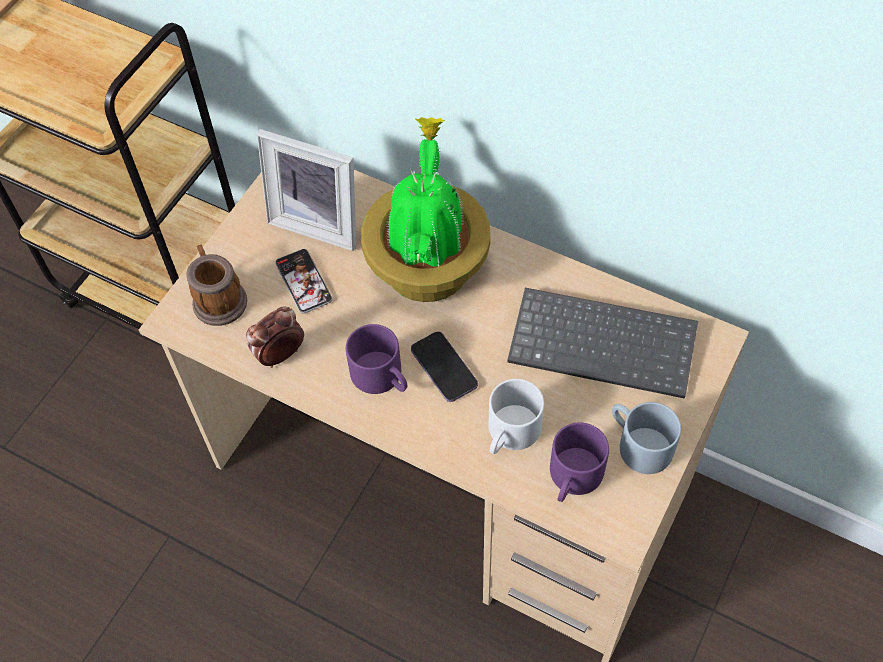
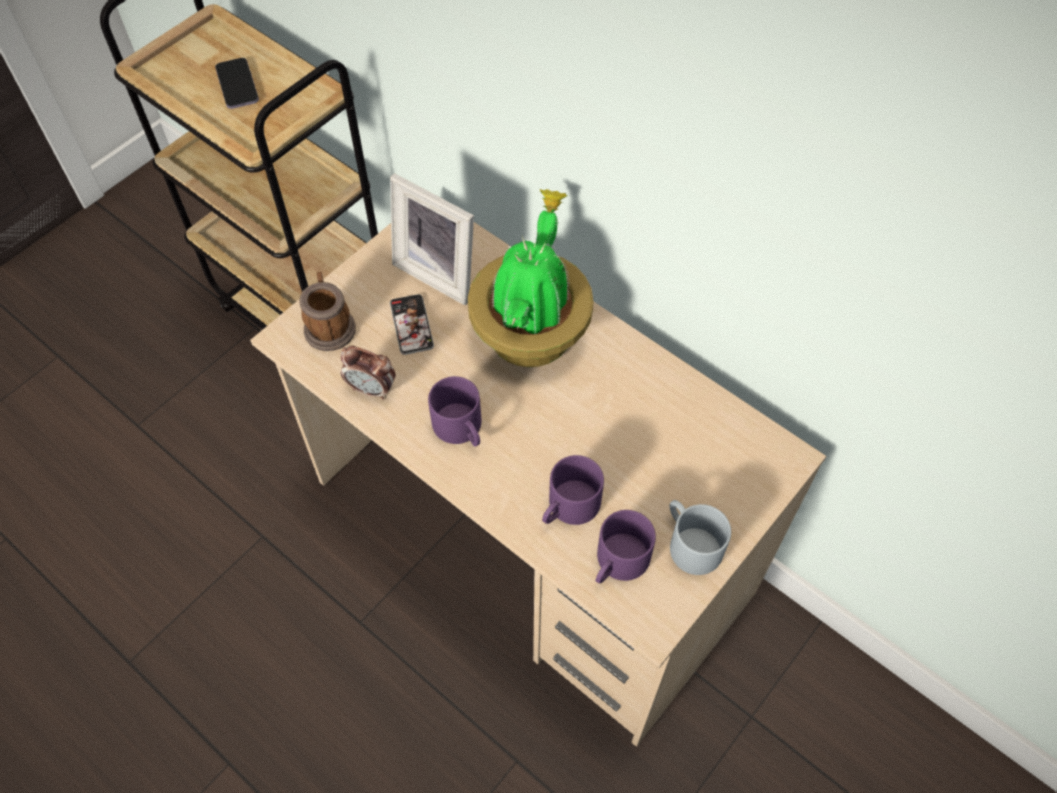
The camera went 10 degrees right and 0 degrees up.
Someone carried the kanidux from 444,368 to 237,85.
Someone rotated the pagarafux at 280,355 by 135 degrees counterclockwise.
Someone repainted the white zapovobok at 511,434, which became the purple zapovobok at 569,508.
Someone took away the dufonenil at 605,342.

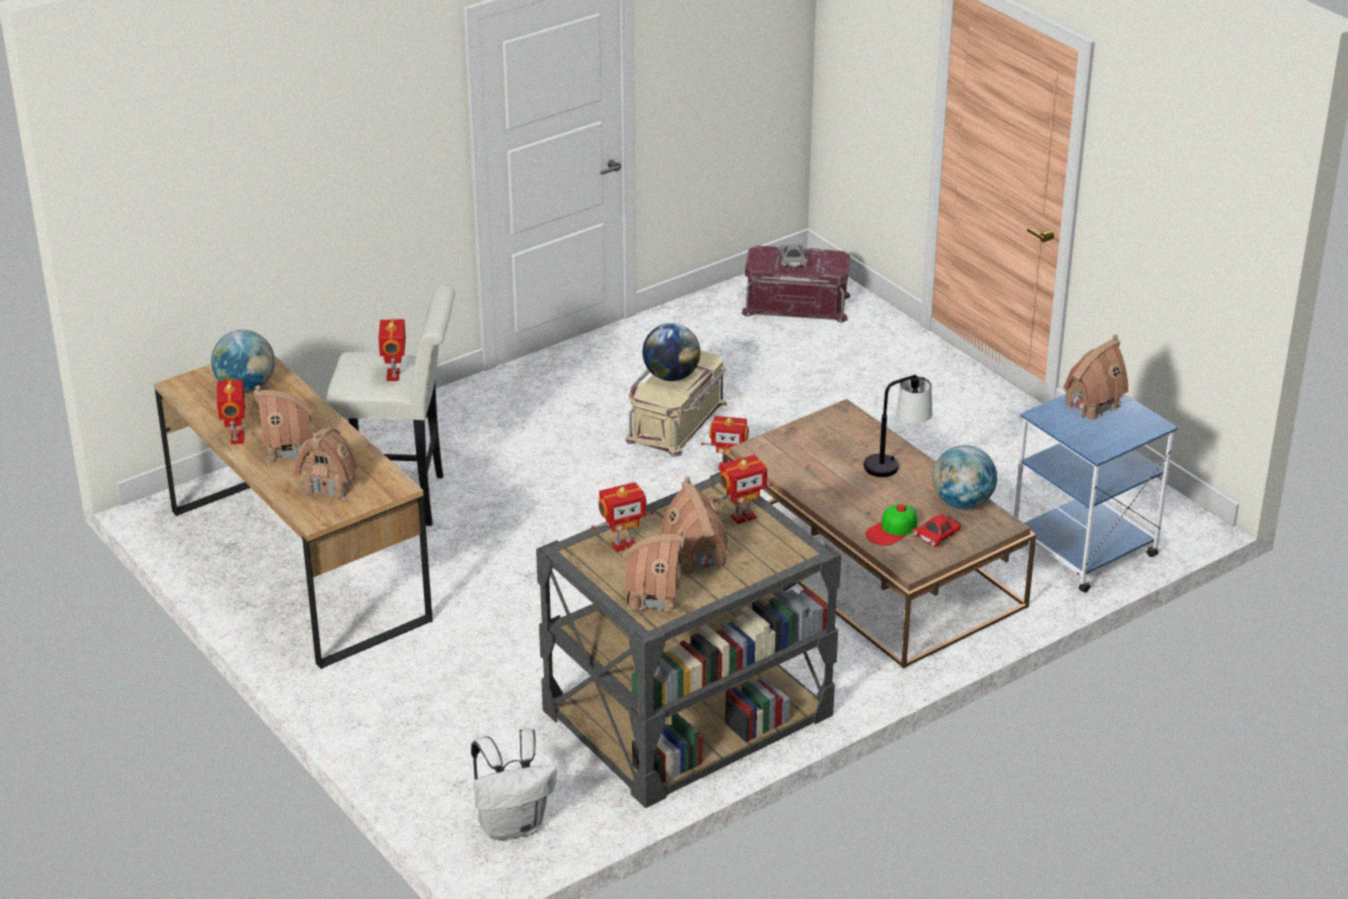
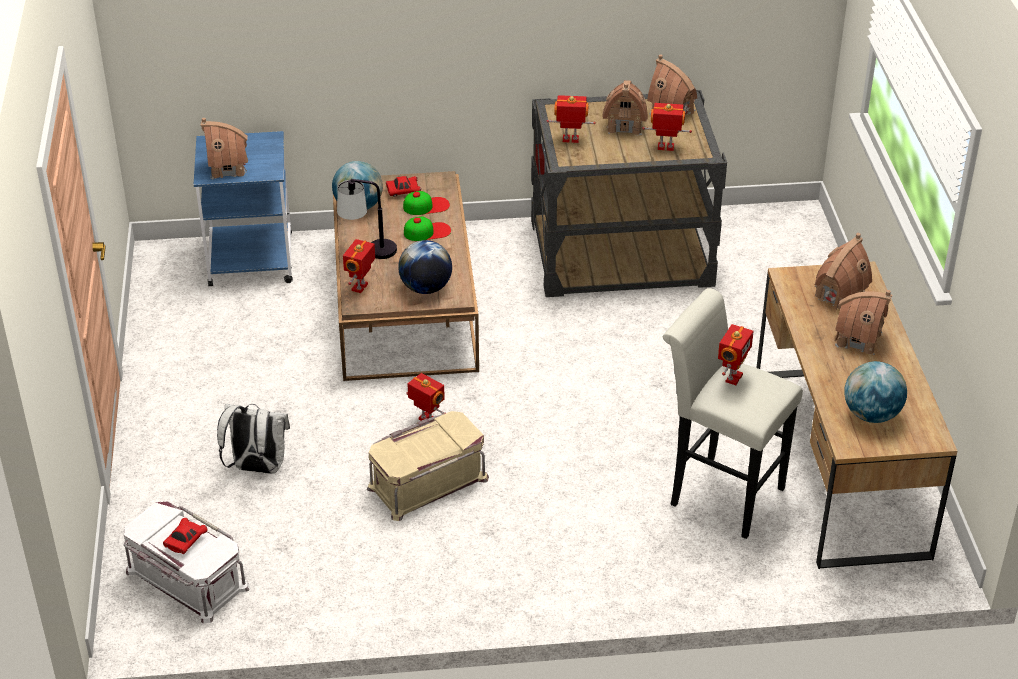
The camera went 150 degrees left and 5 degrees up.
Someone repainted the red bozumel at 796,303, which became the white bozumel at 186,580.
Someone repainted the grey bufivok at 792,261, which became the red bufivok at 185,541.
Someone carried the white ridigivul from 513,825 to 257,468.
Someone carried the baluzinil from 235,438 to 361,287.
Someone carried the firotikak from 671,376 to 426,288.
Someone put down the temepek at 427,231.

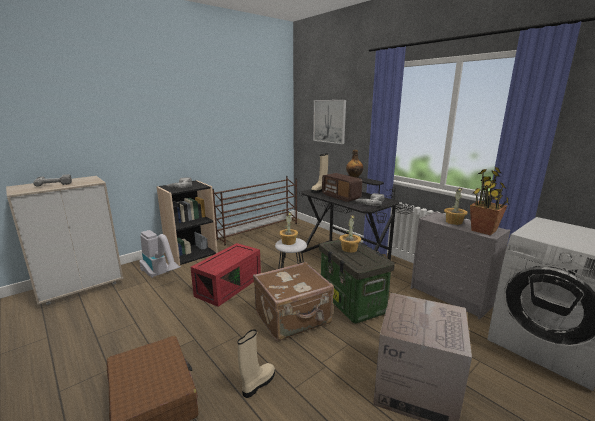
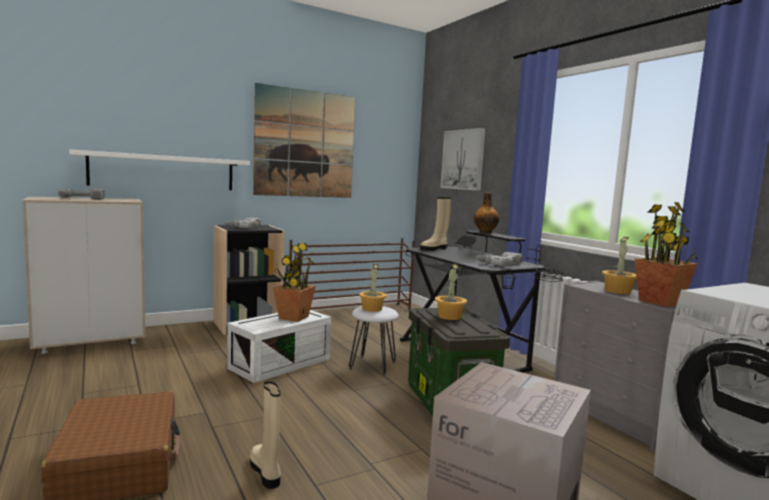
The camera went 10 degrees right and 10 degrees down.
Someone put up the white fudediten at 163,172.
Someone repainted the red bozumel at 229,285, which became the white bozumel at 280,363.
Someone rotated the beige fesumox at 258,383 by 75 degrees counterclockwise.
Someone put up the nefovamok at 305,144.
Someone put down the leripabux at 293,318.
Someone took away the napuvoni at 160,275.
Someone took away the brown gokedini at 293,318.
Someone took away the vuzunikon at 341,197.

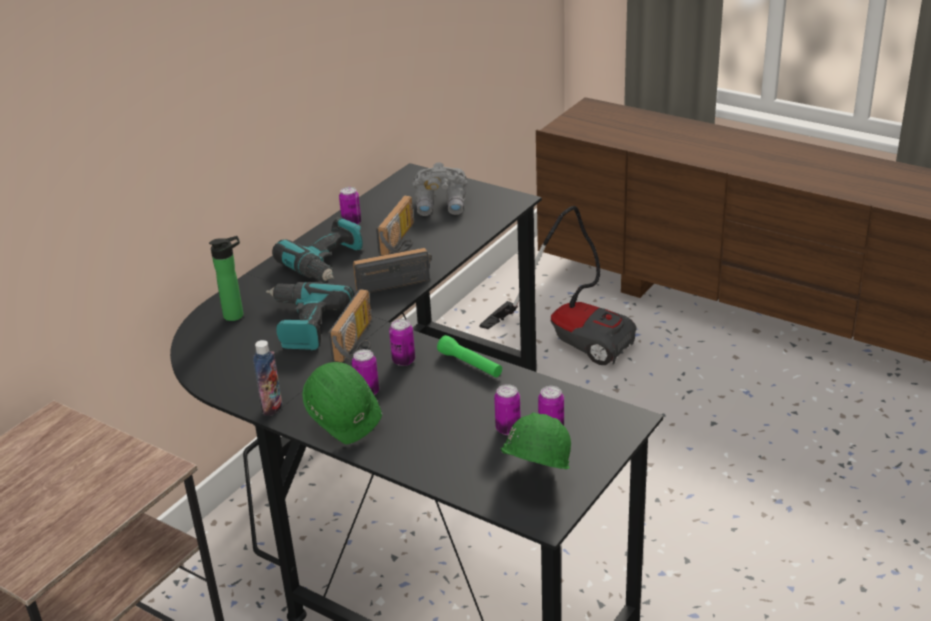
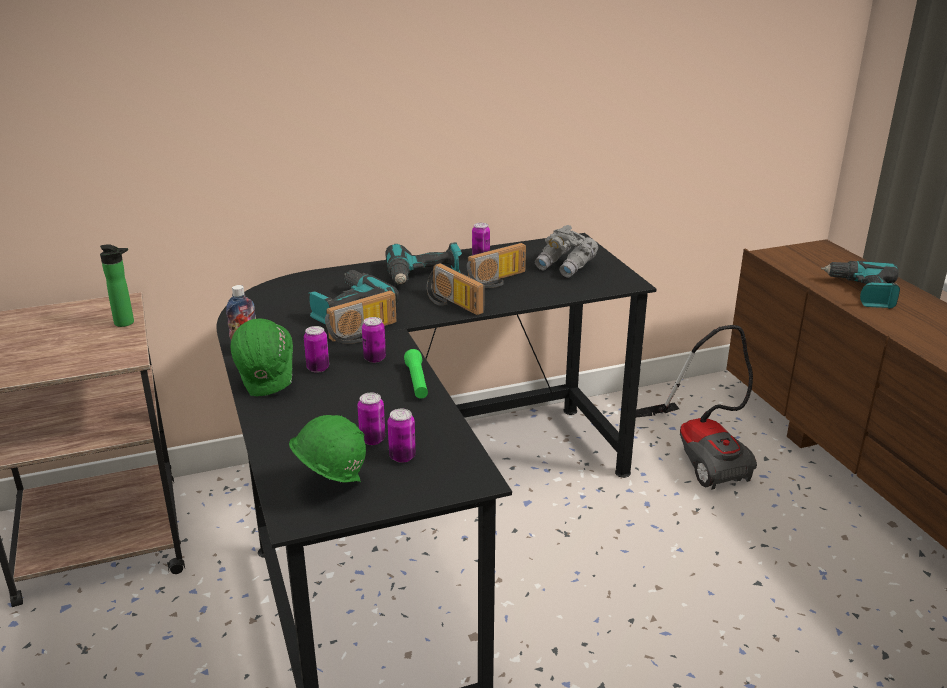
The camera went 35 degrees right and 5 degrees down.
Someone carried the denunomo from 237,315 to 127,323.
Someone rotated the vuzunikon at 394,281 by 150 degrees counterclockwise.
Someone put down the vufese at 862,292.

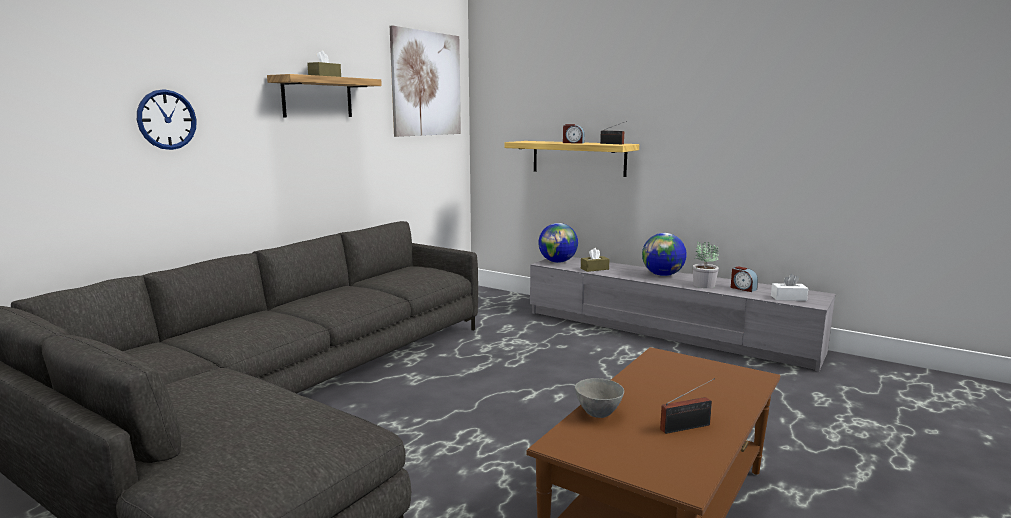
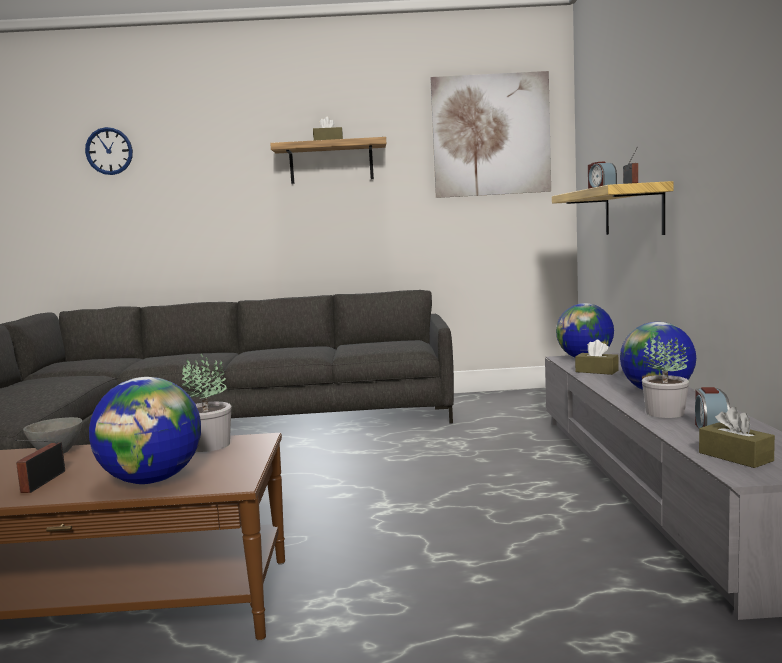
The camera went 55 degrees right and 5 degrees down.
Someone rotated the vuzunikon at 688,427 by 60 degrees clockwise.
Someone carried the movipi from 167,119 to 109,151.
Someone put down the firotikak at 152,480.
Someone put down the leripabux at 208,445.
Someone repainted the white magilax at 788,298, which became the brown magilax at 735,457.

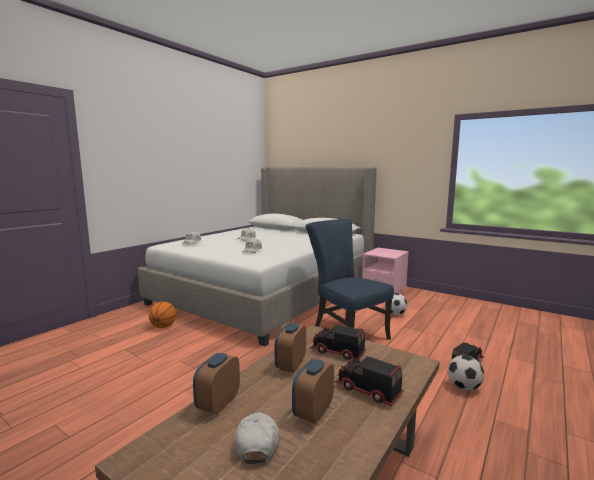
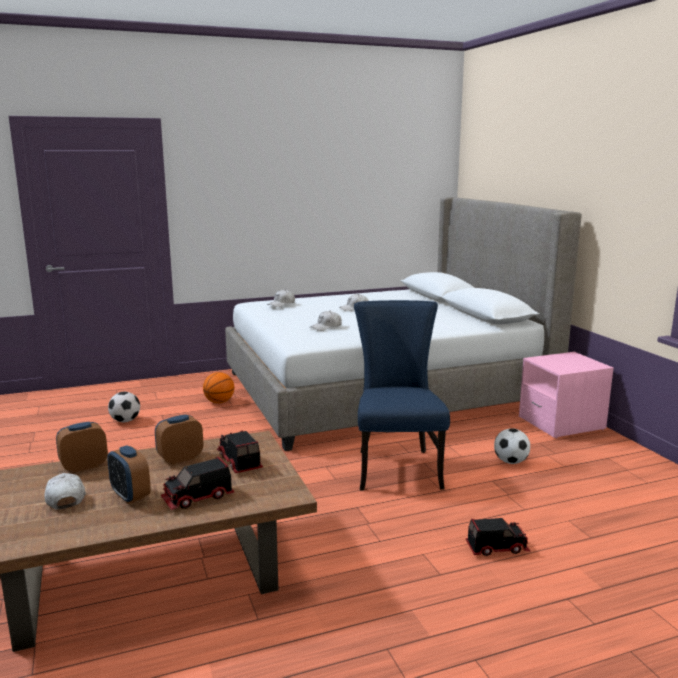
The camera went 35 degrees right and 5 degrees up.
Someone rotated the white temepek at 257,442 by 60 degrees counterclockwise.
Someone rotated the pagarafux at 313,412 by 105 degrees counterclockwise.
Someone carried the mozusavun from 464,387 to 125,421.
Someone rotated the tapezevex at 368,390 by 105 degrees counterclockwise.

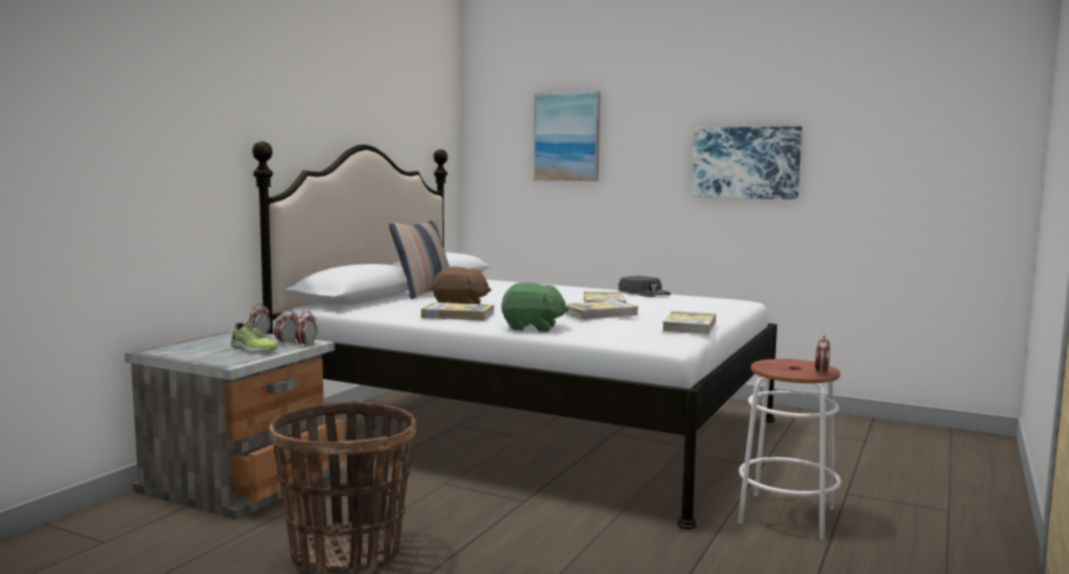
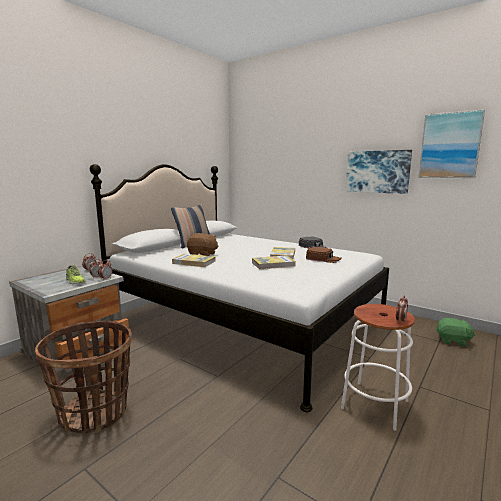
The camera went 10 degrees right and 5 degrees up.
Someone put down the brown temepek at 323,258.
Someone carried the nefovamok from 567,137 to 450,145.
Someone carried the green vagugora from 532,328 to 453,341.
Someone took away the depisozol at 689,326.

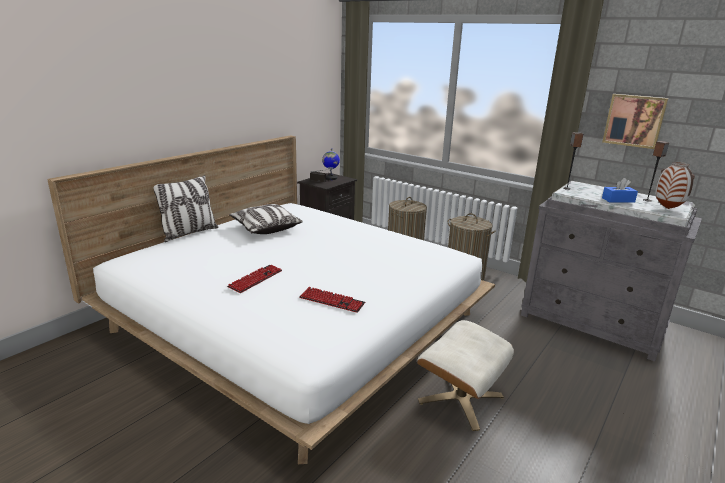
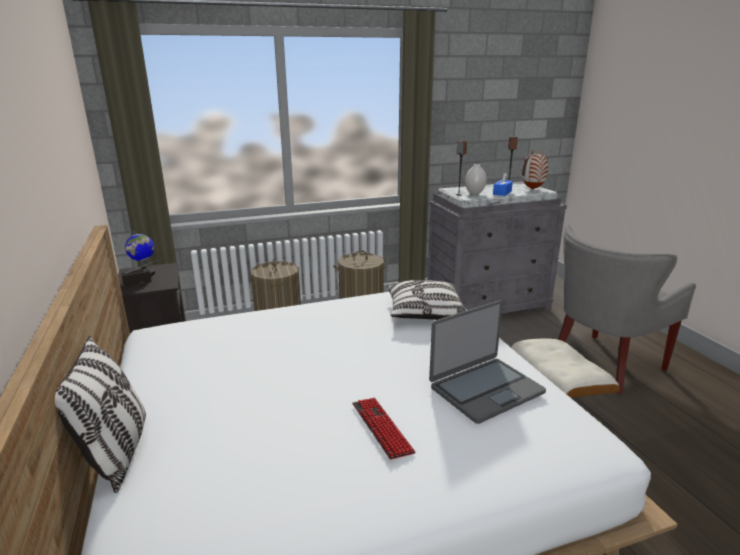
The camera went 55 degrees left and 0 degrees up.
Someone carried the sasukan from 265,228 to 424,313.
Someone swapped the dufonenil at 332,301 for the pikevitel at 485,389.
Someone put down the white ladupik at 474,193.
Someone put down the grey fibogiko at 603,364.
Someone took away the nefovamok at 634,120.

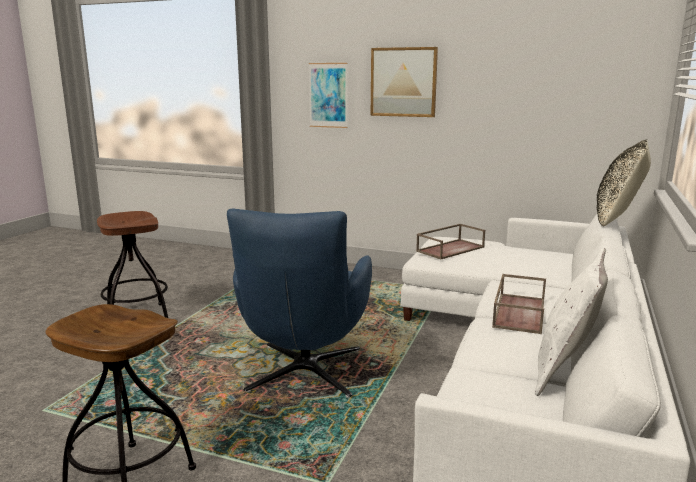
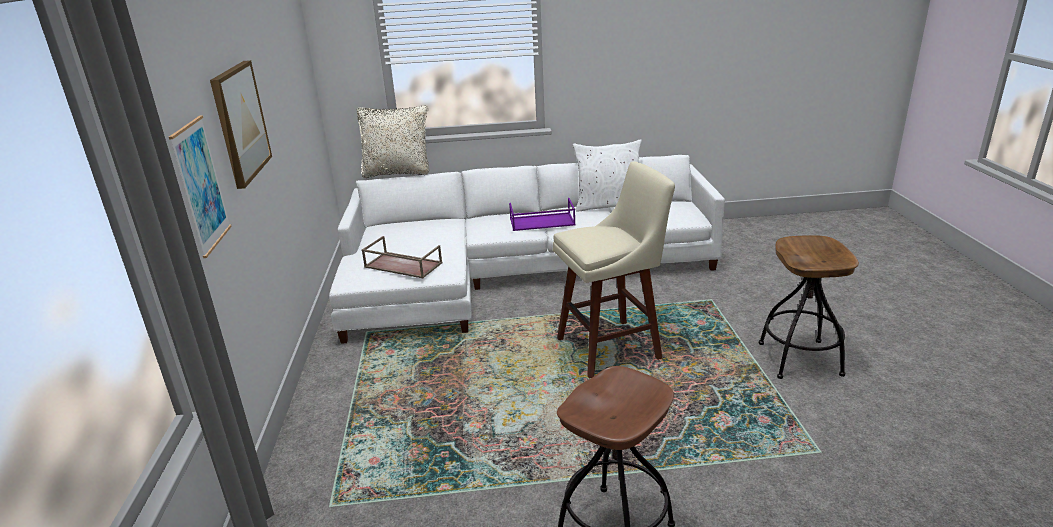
The camera went 115 degrees left and 10 degrees up.
Someone repainted the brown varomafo at 518,312, which became the purple varomafo at 541,222.
Someone swapped the blue fibogiko at 304,372 for the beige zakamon at 611,348.

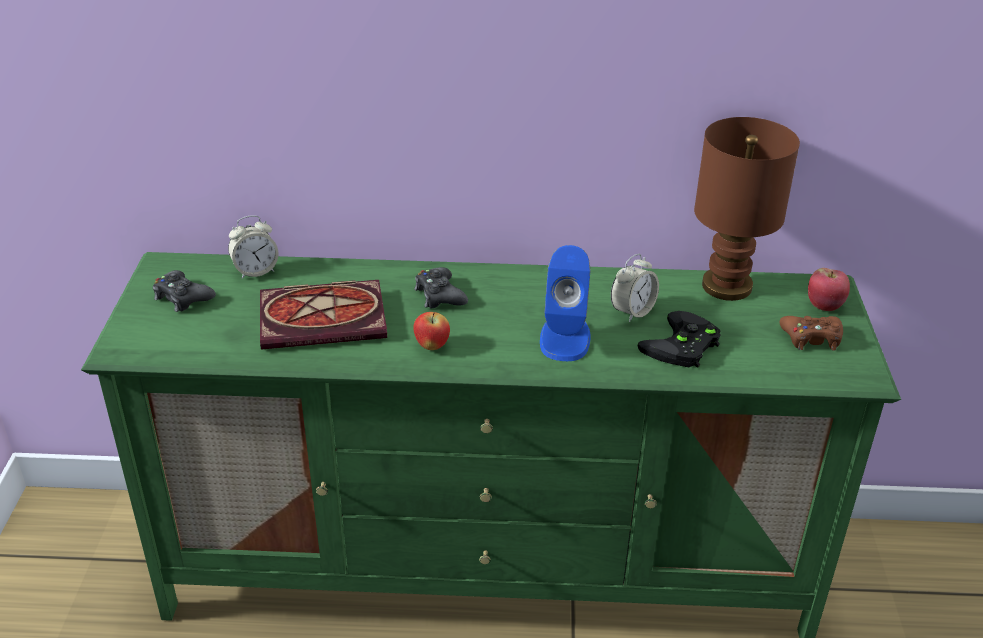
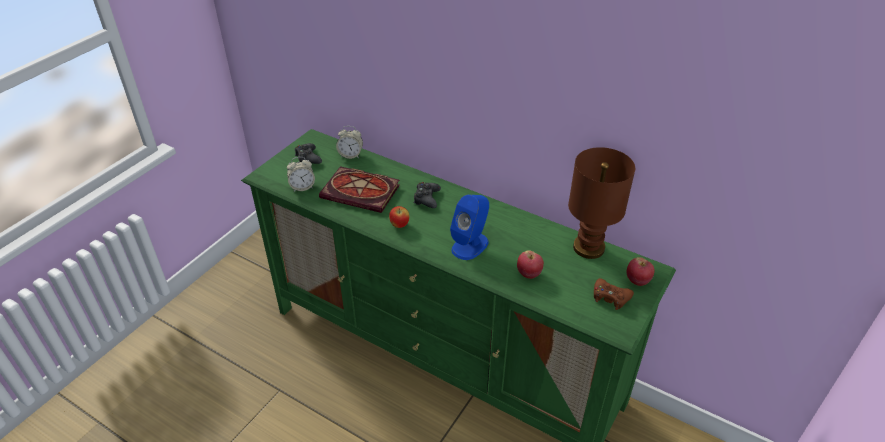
The camera went 30 degrees right and 5 degrees up.
Someone carried the pagarafux from 632,311 to 302,187.
Someone swapped the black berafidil at 682,347 for the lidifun at 529,274.

